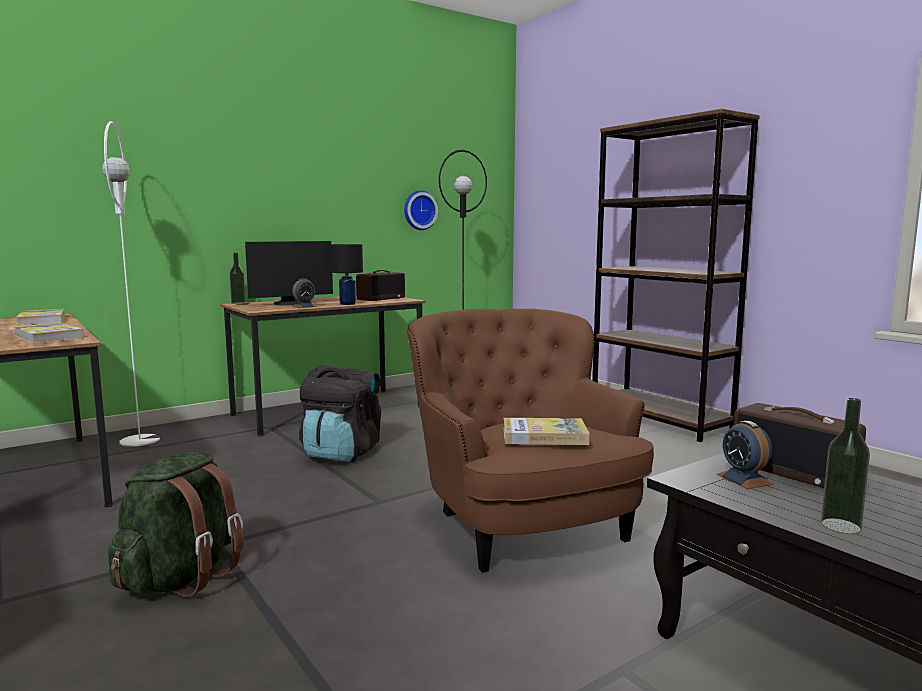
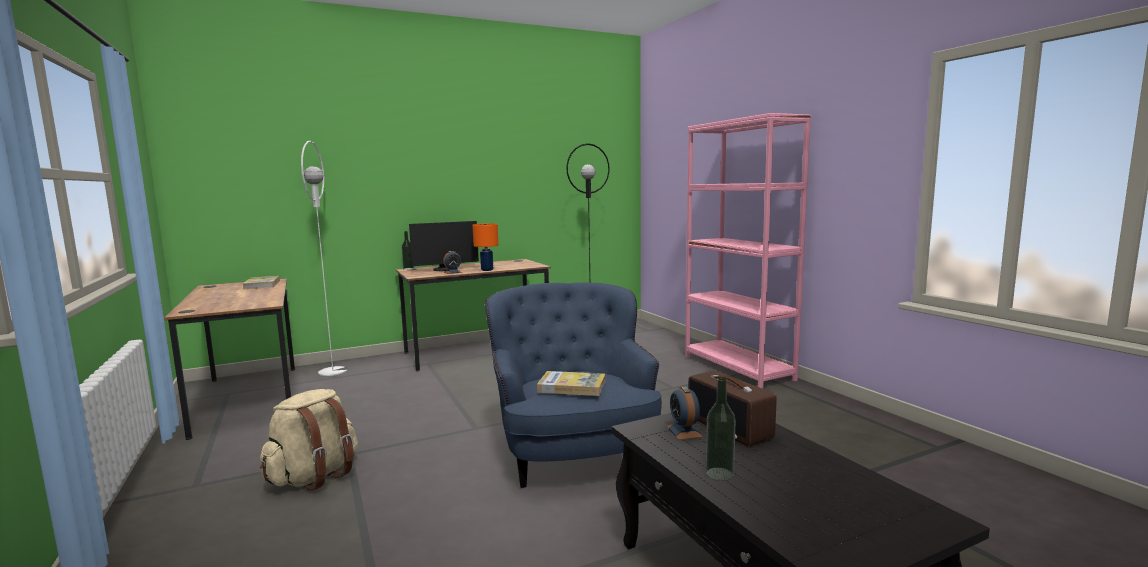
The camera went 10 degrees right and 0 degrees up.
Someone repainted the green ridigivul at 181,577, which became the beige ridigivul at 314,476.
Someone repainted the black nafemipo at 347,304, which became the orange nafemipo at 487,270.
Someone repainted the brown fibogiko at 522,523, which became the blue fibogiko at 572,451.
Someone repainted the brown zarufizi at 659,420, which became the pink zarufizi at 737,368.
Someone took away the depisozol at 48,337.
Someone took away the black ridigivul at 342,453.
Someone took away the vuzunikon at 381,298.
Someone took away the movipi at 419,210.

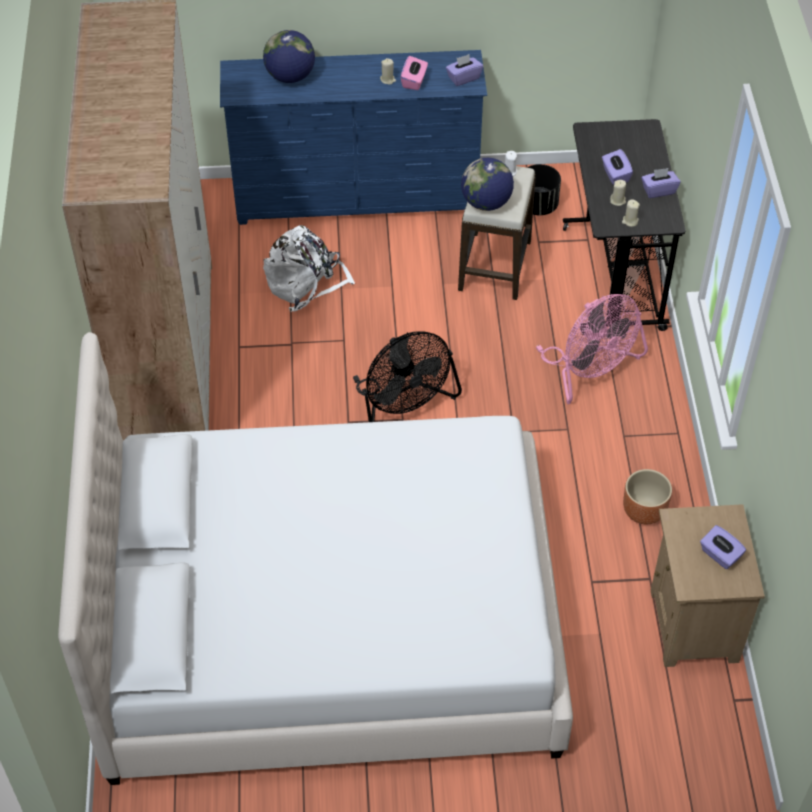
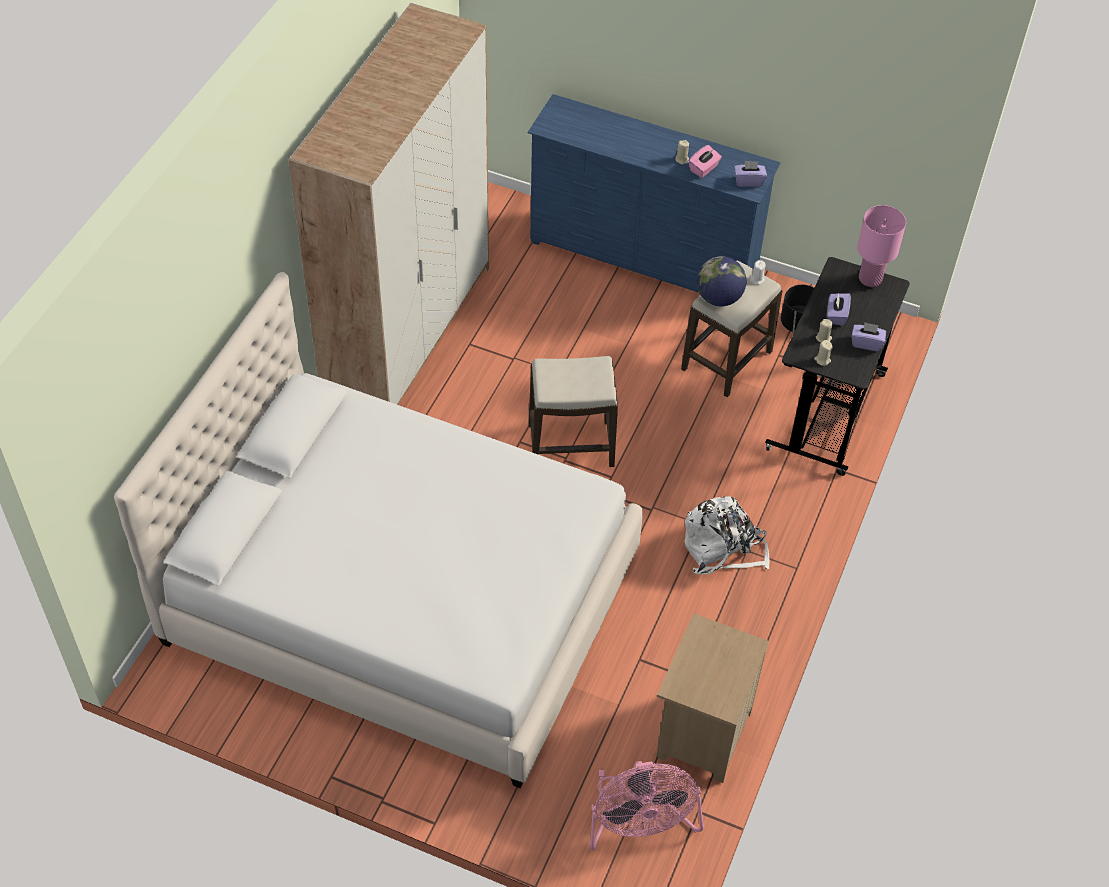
The camera went 25 degrees right and 0 degrees up.
Someone swapped the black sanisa at 400,405 for the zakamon at 571,445.
Someone carried the pink sanisa from 588,370 to 635,820.
Someone carried the white ridigivul from 306,282 to 722,548.
Someone put down the pink nafemipo at 869,280.
Someone took away the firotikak at 290,76.
Someone took away the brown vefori at 643,511.
Someone took away the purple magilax at 720,555.

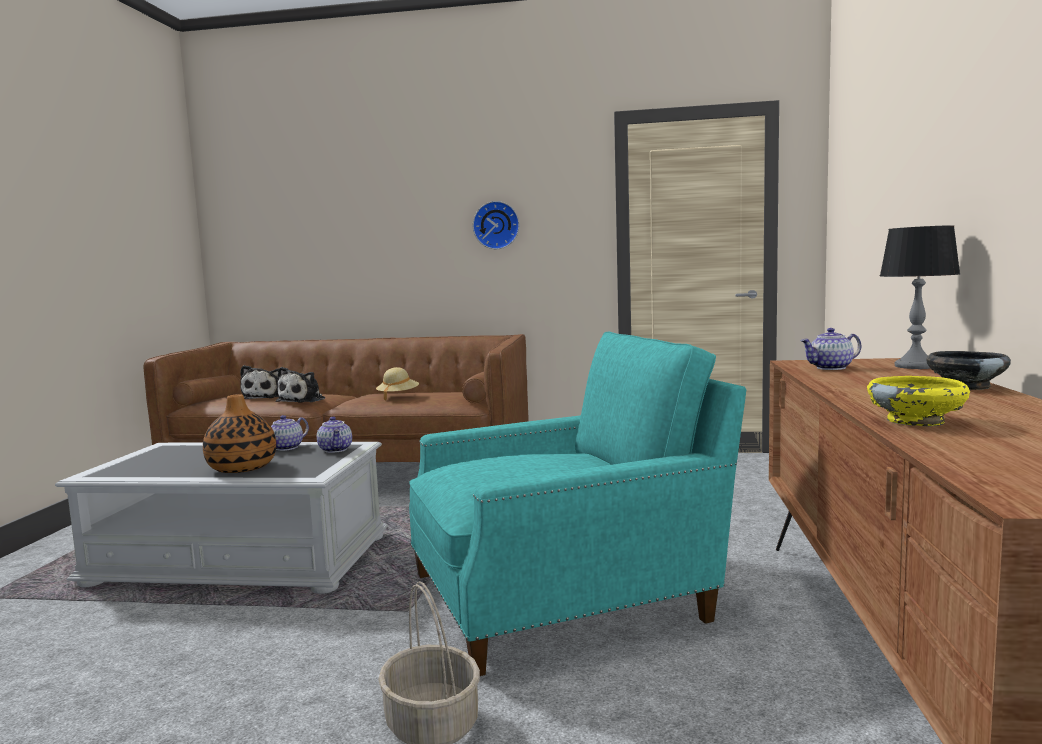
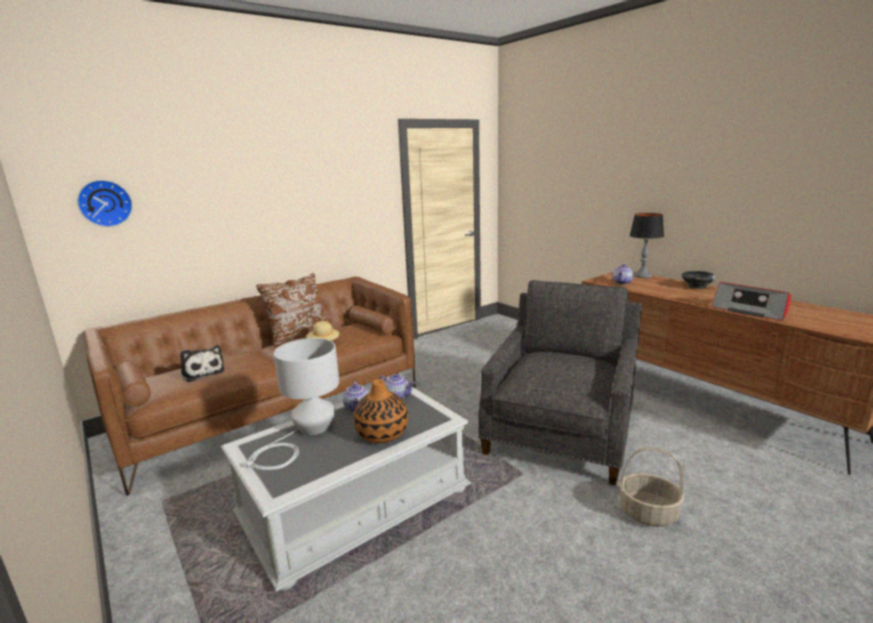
The camera went 45 degrees left and 10 degrees up.
Someone carried the movipi from 496,225 to 105,203.
Someone put down the grey nafemipo at 300,438.
Someone put down the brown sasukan at 299,337.
Someone repainted the turquoise fibogiko at 563,595, which became the grey fibogiko at 561,430.
Someone swapped the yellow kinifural at 916,421 for the vuzunikon at 750,310.
Someone took away the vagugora at 303,400.

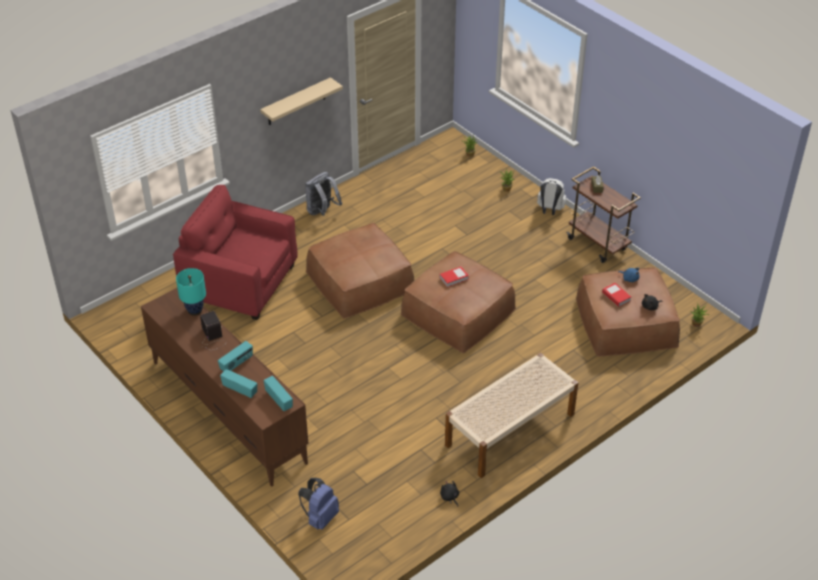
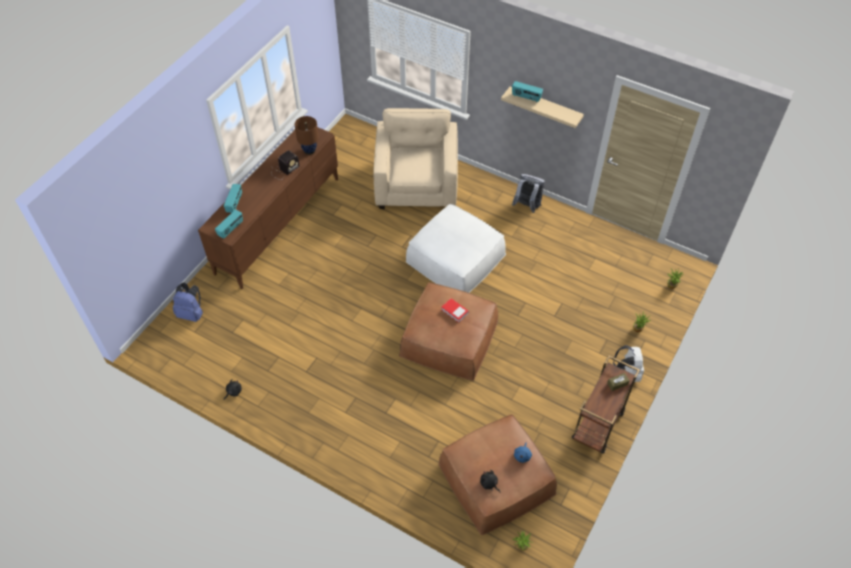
The camera went 70 degrees right and 10 degrees up.
Someone repainted the turquoise nafemipo at 195,310, which became the brown nafemipo at 309,150.
Someone repainted the red fibogiko at 240,283, which became the beige fibogiko at 416,185.
Someone repainted the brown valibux at 360,280, which became the white valibux at 456,257.
Someone carried the vuzunikon from 237,364 to 526,97.
Someone took away the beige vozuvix at 510,430.
Someone took away the depisozol at 616,296.

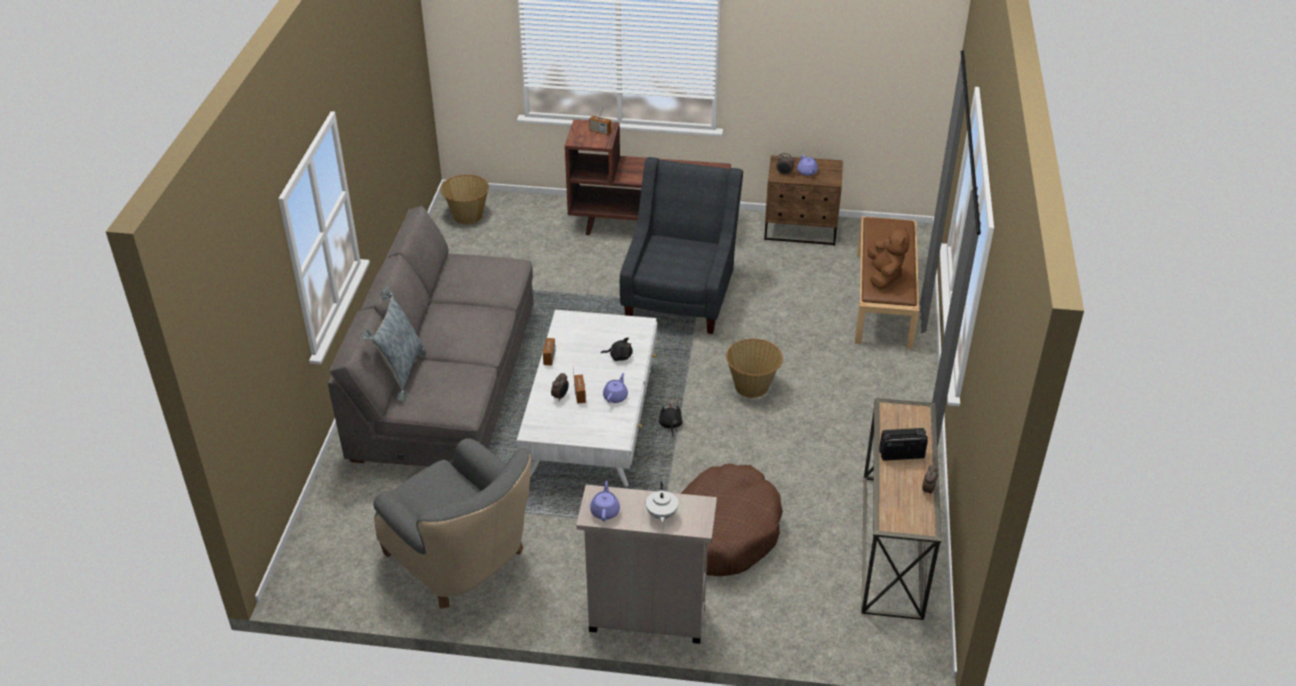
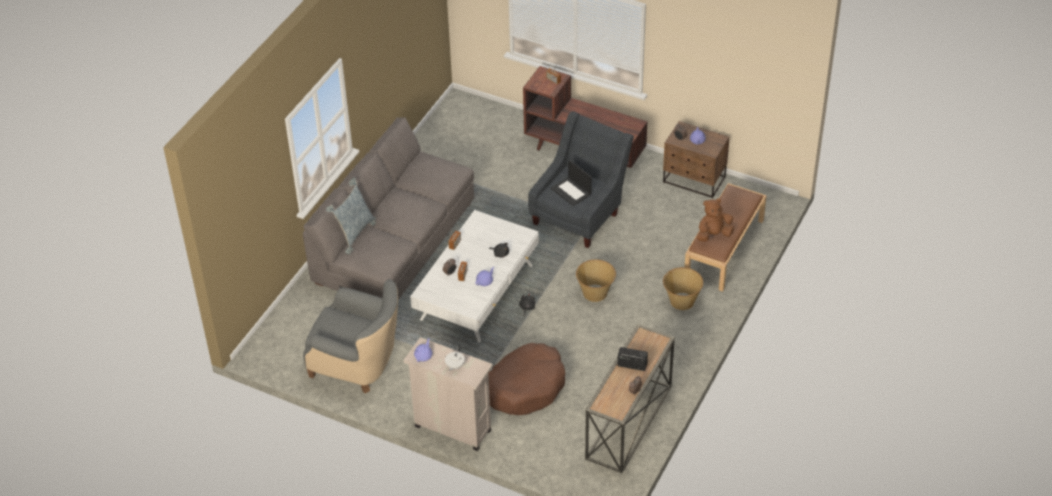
The camera went 20 degrees right and 5 degrees up.
Someone rotated the grey fibogiko at 460,558 by 45 degrees counterclockwise.
Someone put down the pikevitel at 571,191.
Someone carried the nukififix from 467,216 to 681,301.
Someone rotated the brown vagugora at 884,276 by 135 degrees counterclockwise.

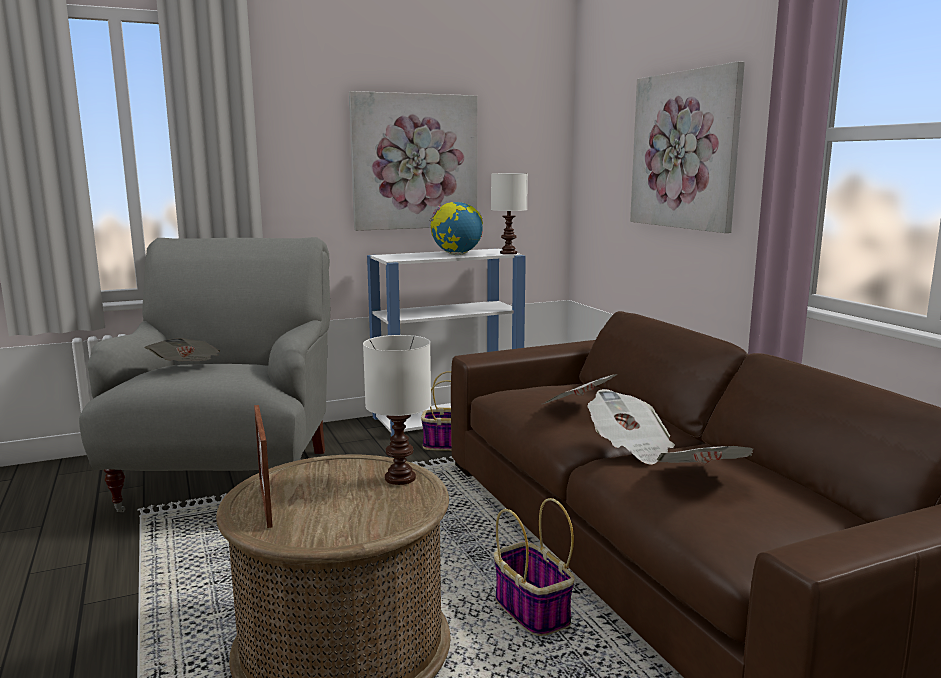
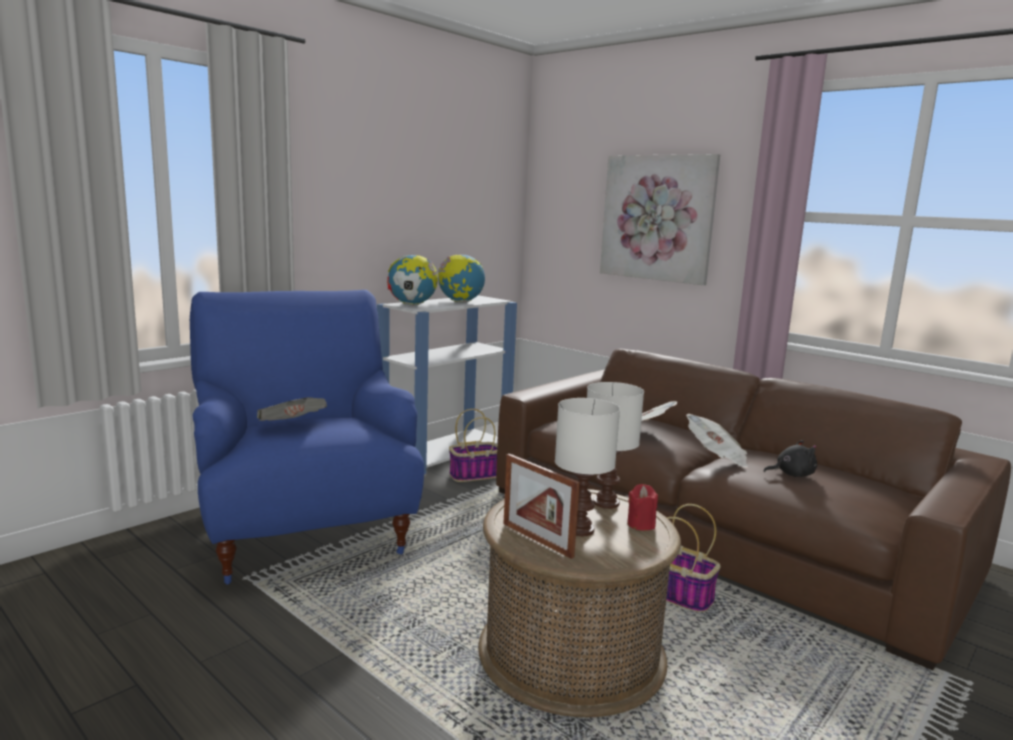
The camera went 25 degrees left and 0 degrees up.
Someone repainted the grey fibogiko at 230,478, which became the blue fibogiko at 305,533.
Someone put down the firotikak at 412,305.
Someone carried the white nafemipo from 509,253 to 580,529.
Someone put down the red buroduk at 641,524.
Someone swapped the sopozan at 701,480 for the black vagugora at 792,474.
Someone took away the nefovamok at 415,162.

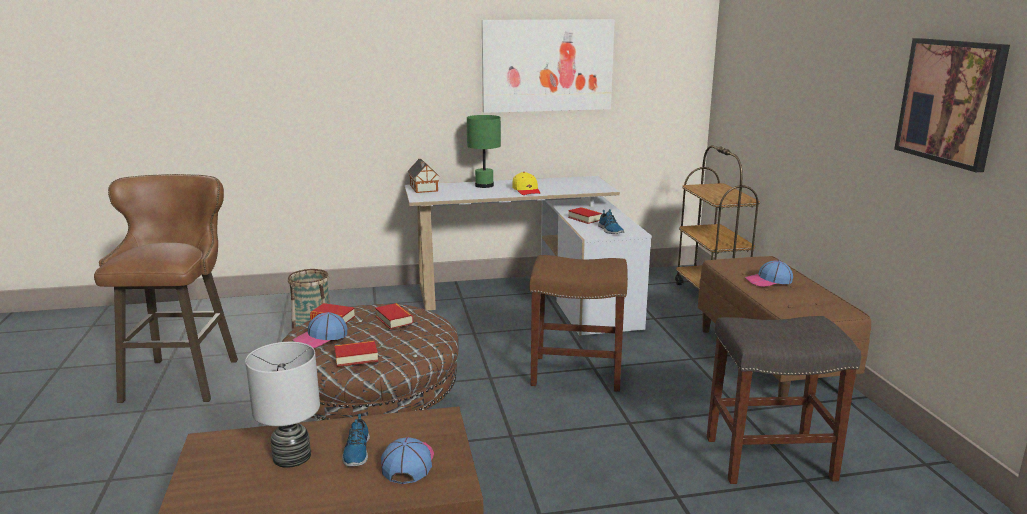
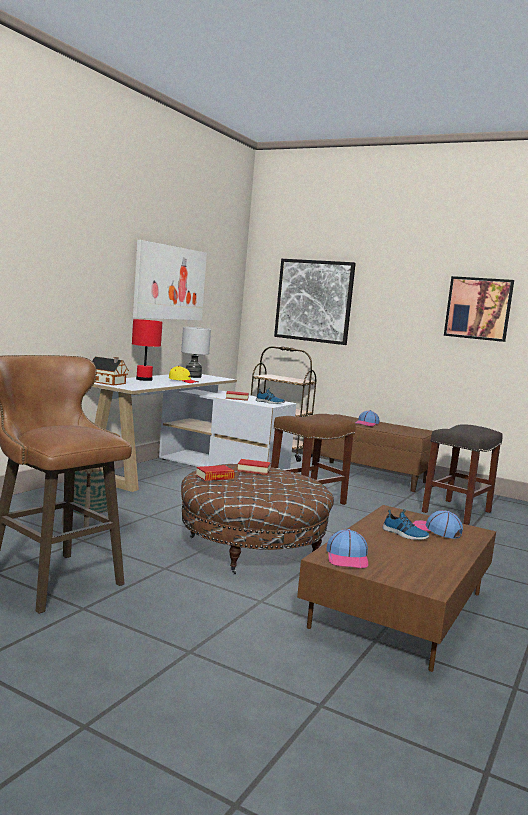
The camera went 50 degrees left and 10 degrees down.
Someone repainted the green nafemipo at 484,185, which became the red nafemipo at 143,379.
Someone carried the grey nafemipo from 292,457 to 193,376.
Someone put up the nefovamok at 314,301.
Someone carried the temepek from 321,338 to 347,558.
Someone took away the depisozol at 356,358.

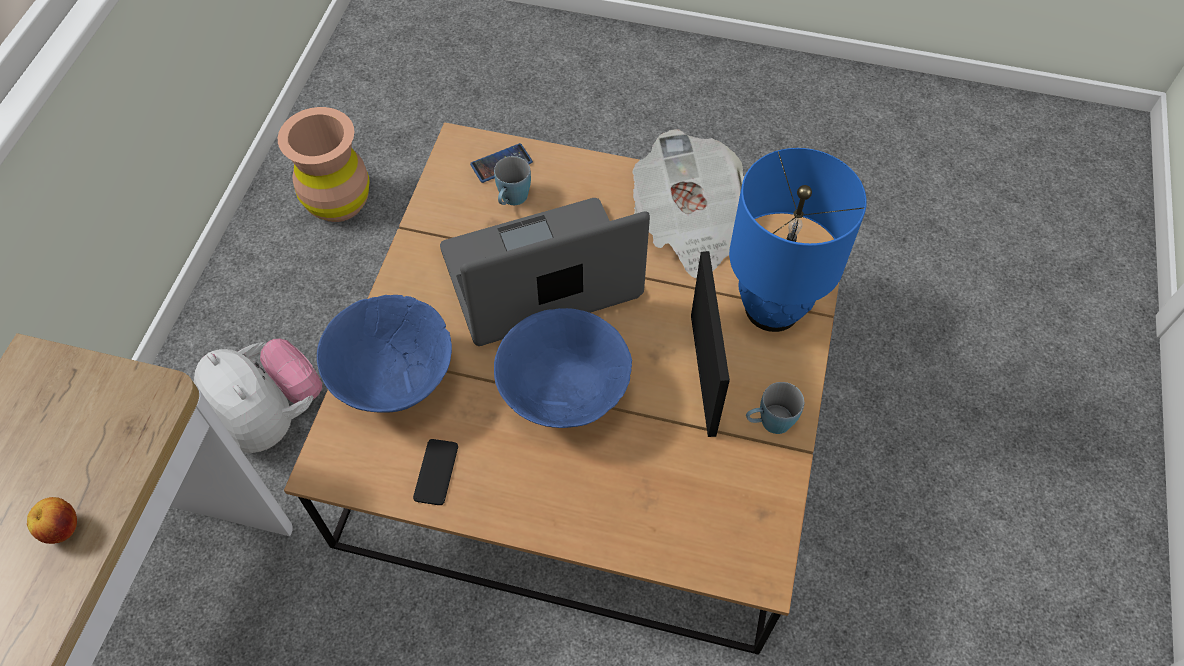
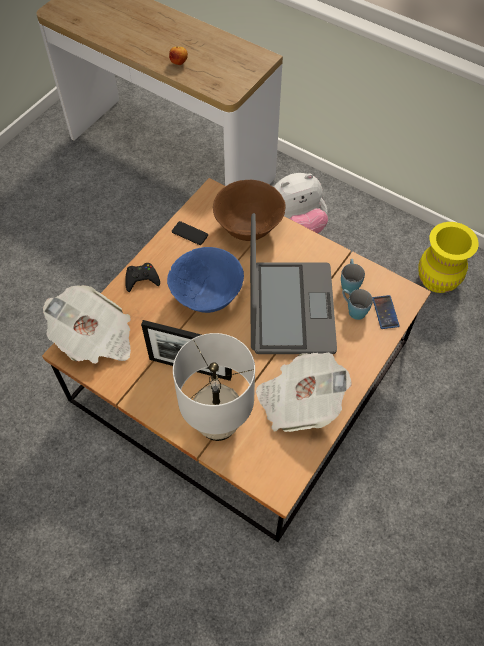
The camera went 110 degrees right and 0 degrees up.
Someone put down the sopozan at 95,338.
Someone put down the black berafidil at 142,279.
Someone repainted the blue nafemipo at 772,309, which became the white nafemipo at 217,424.
Someone repainted the blue kinifural at 394,381, which became the brown kinifural at 249,228.
Someone carried the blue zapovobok from 768,423 to 349,283.
Someone repainted the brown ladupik at 338,202, which became the yellow ladupik at 437,279.

